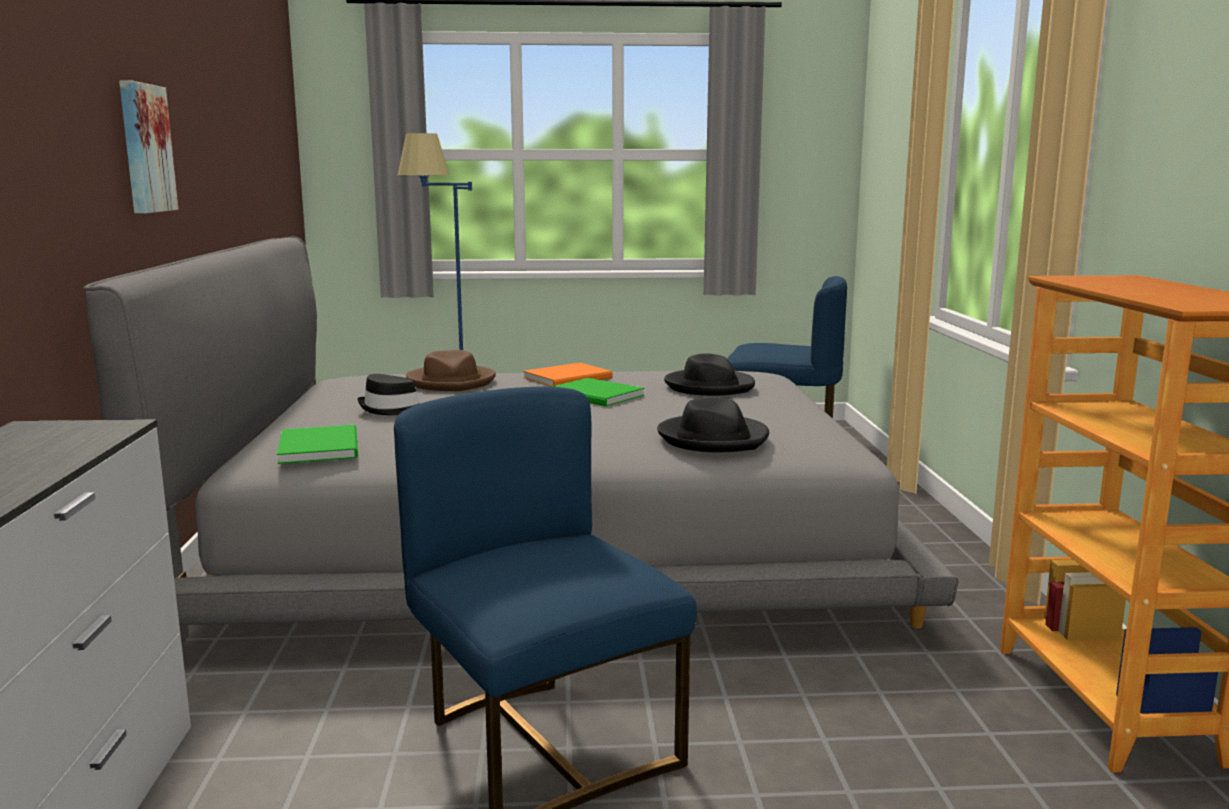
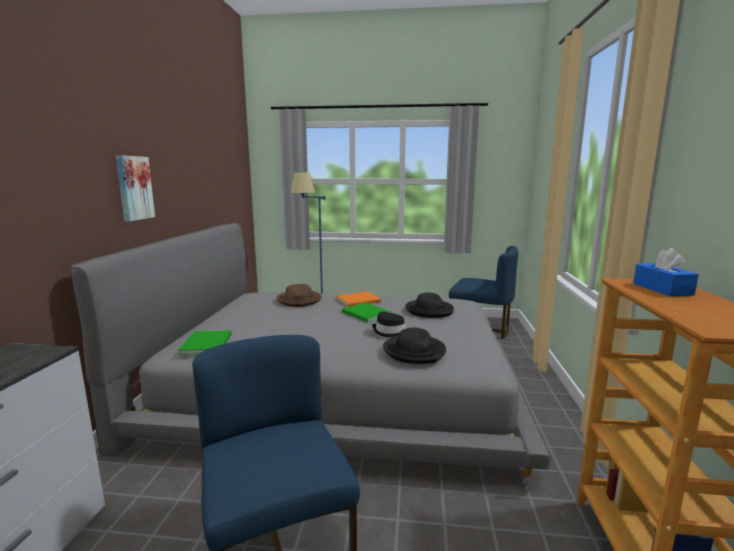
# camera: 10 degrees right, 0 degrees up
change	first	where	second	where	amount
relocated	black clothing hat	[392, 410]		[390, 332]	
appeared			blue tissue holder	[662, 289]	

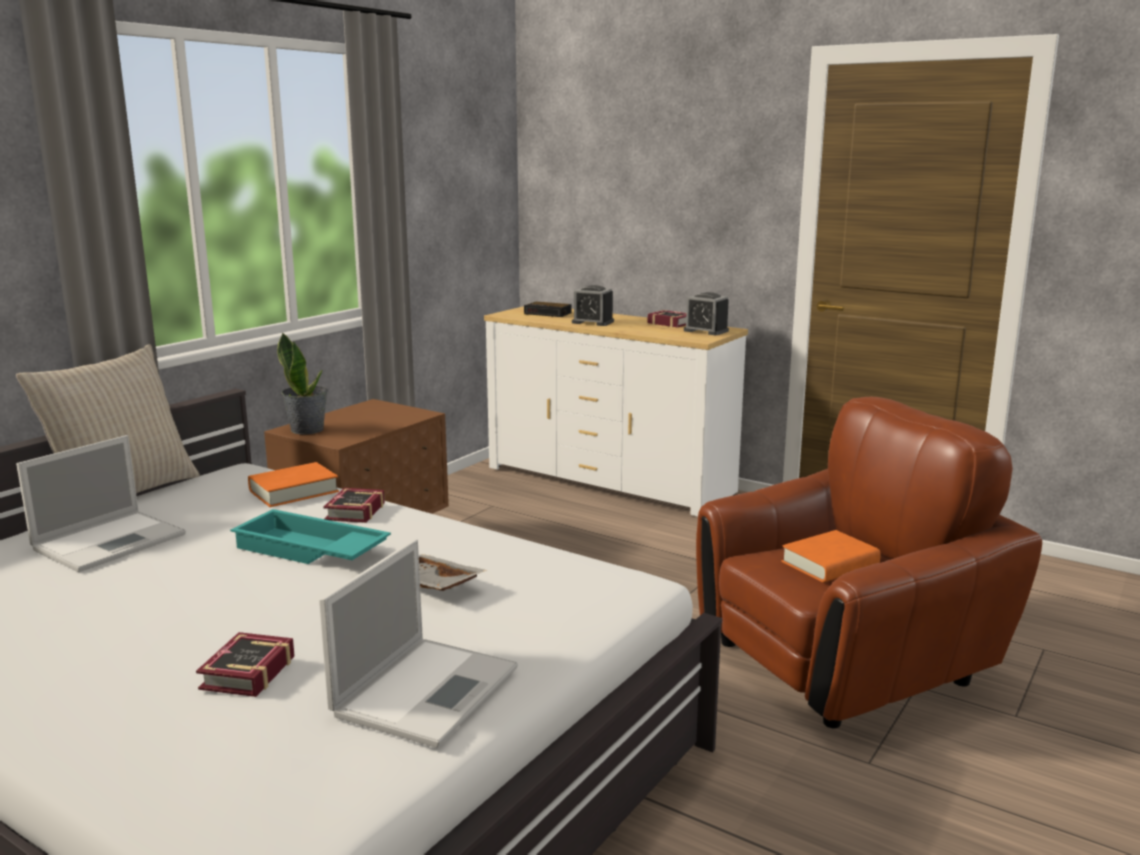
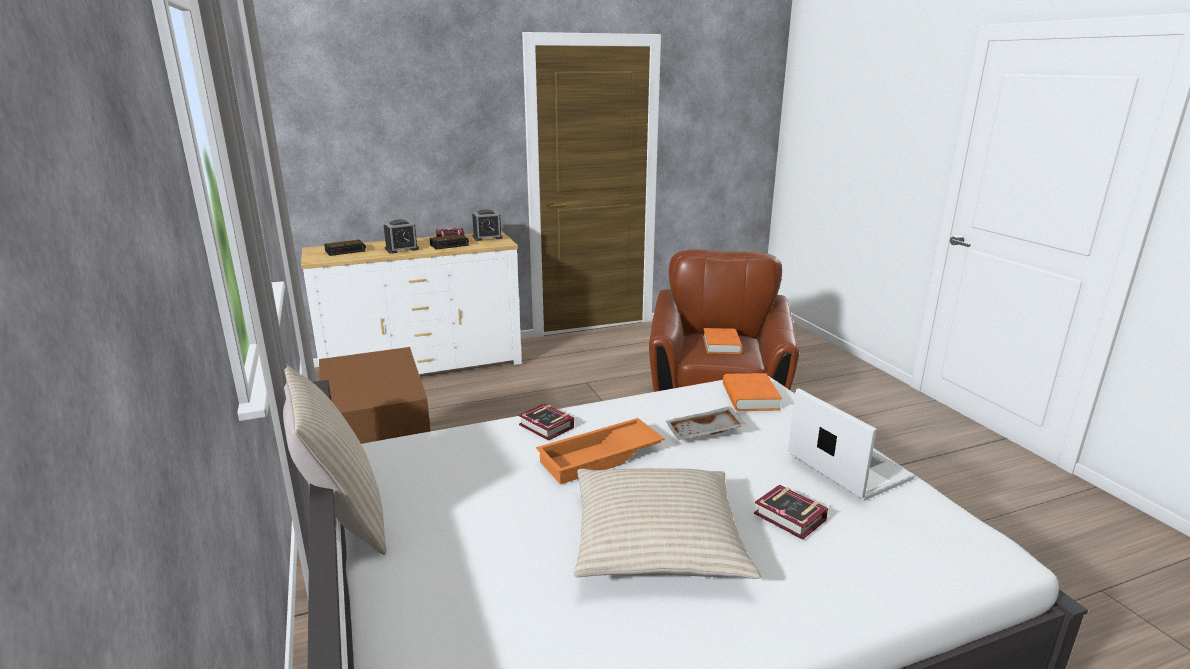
# camera: 55 degrees left, 5 degrees up
change	first	where	second	where	amount
appeared			table clock	[450, 245]	
colour	turquoise-coloured tray	[308, 550]	orangey tray	[600, 458]	
appeared			beige throw pillow	[657, 539]	
relocated	orangey book	[294, 491]		[750, 397]	
missing	laptop	[112, 541]			
missing	houseplant	[307, 429]			

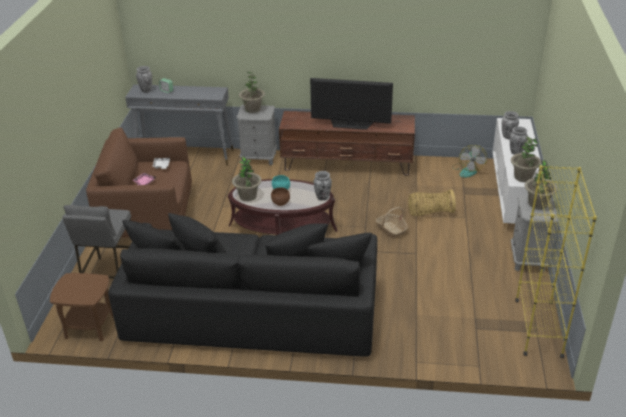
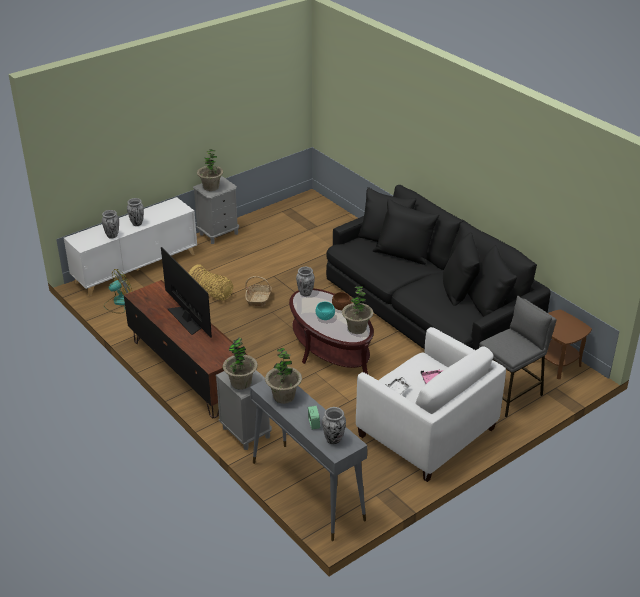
# camera: 135 degrees left, 0 degrees up
change	first	where	second	where	amount
relocated	houseplant	[523, 177]		[284, 396]	
colour	brown-coloured lounge chair	[148, 218]	white-coloured lounge chair	[426, 432]	
missing	yellow bookcase	[538, 327]			

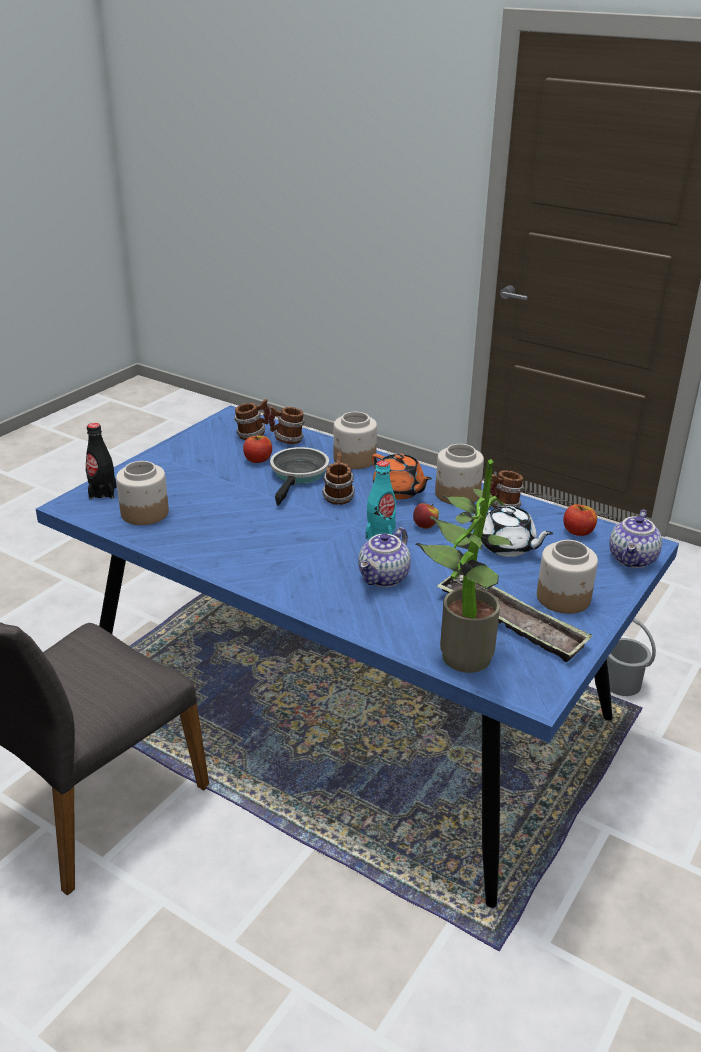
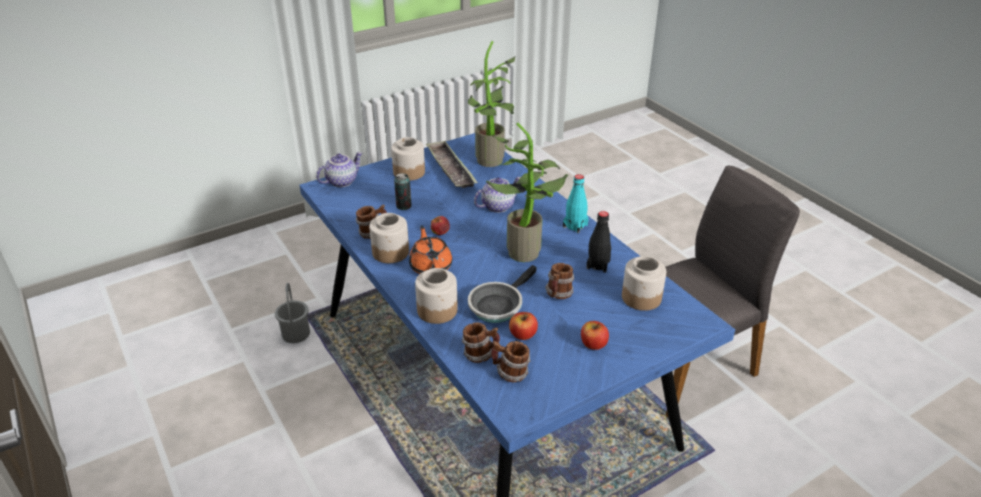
# camera: 155 degrees left, 5 degrees up
change	first	where	second	where	amount
exchanged	white-coloured teapot	[507, 547]	can	[403, 206]	
appeared			houseplant	[526, 250]	
relocated	mug	[338, 497]		[559, 295]	
relocated	turquoise-coloured bottle	[380, 533]		[575, 226]	
relocated	whole apple	[578, 531]		[593, 344]	
relocated	black bottle	[103, 493]		[598, 264]	

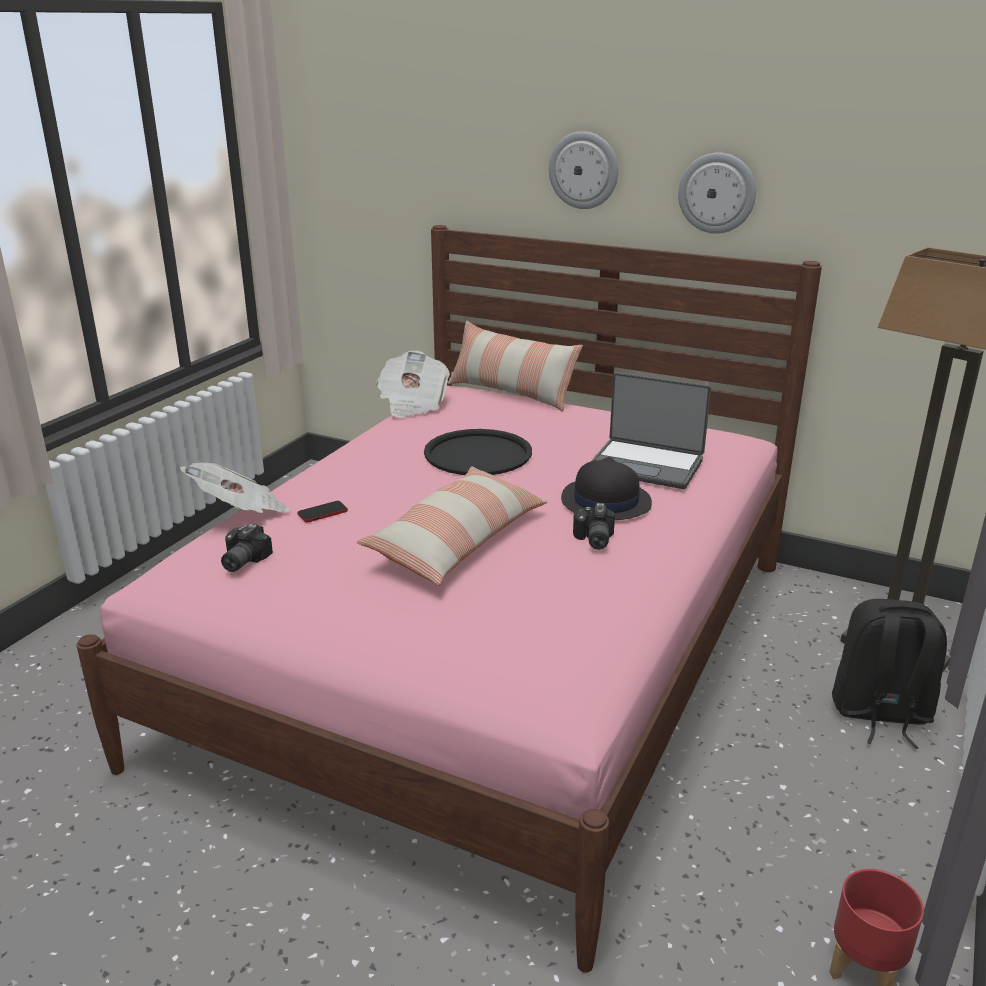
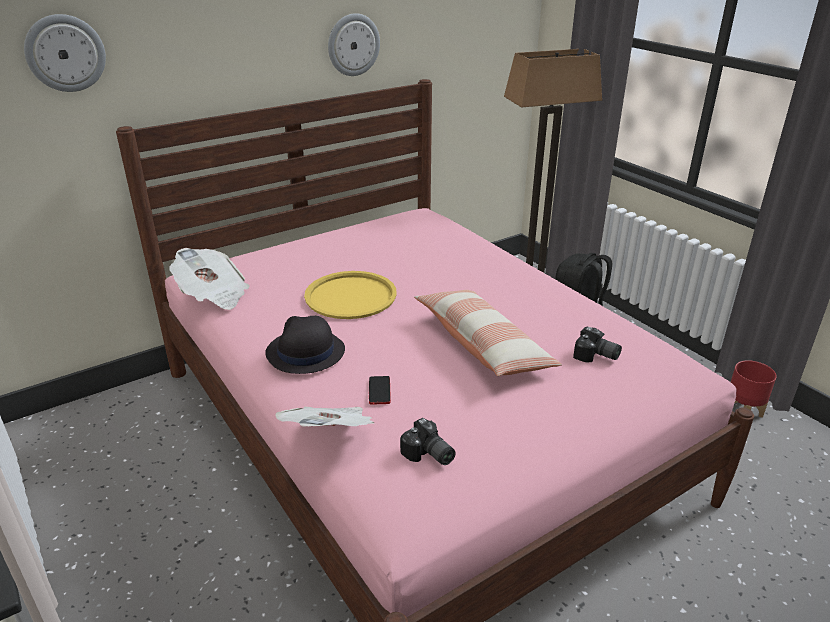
# camera: 60 degrees left, 5 degrees up
change	first	where	second	where	amount
relocated	hanging clock	[584, 170]		[65, 53]	
relocated	black clothing hat	[605, 501]		[305, 352]	
colour	black tray	[477, 454]	yellow tray	[350, 296]	
relocated	photo camera	[592, 540]		[596, 356]	
missing	throw pillow	[511, 393]			
missing	laptop	[646, 465]			

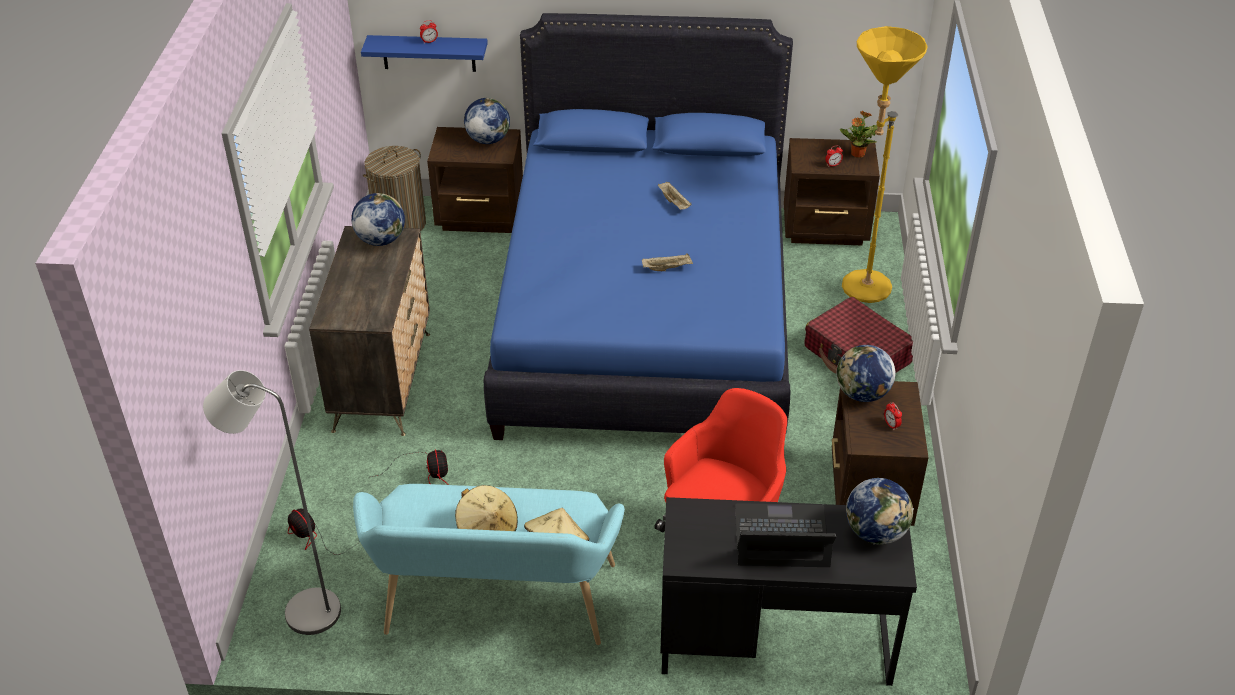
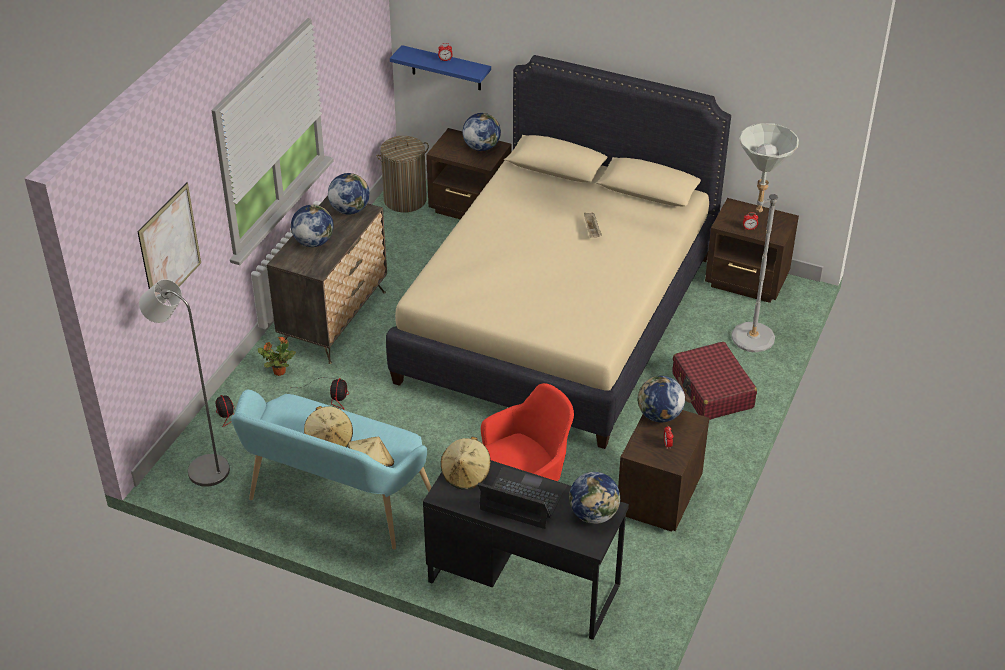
# camera: 20 degrees right, 0 degrees up
change	first	where	second	where	amount
appeared			picture	[169, 247]	
relocated	houseplant	[857, 154]		[279, 372]	
appeared			world globe	[313, 242]	
colour	blue sleeping bed	[644, 314]	beige sleeping bed	[557, 316]	
appeared			beige clothing hat	[466, 474]	
colour	yellow floor lamp	[859, 292]	grey floor lamp	[744, 340]	
missing	beige tray	[667, 268]			

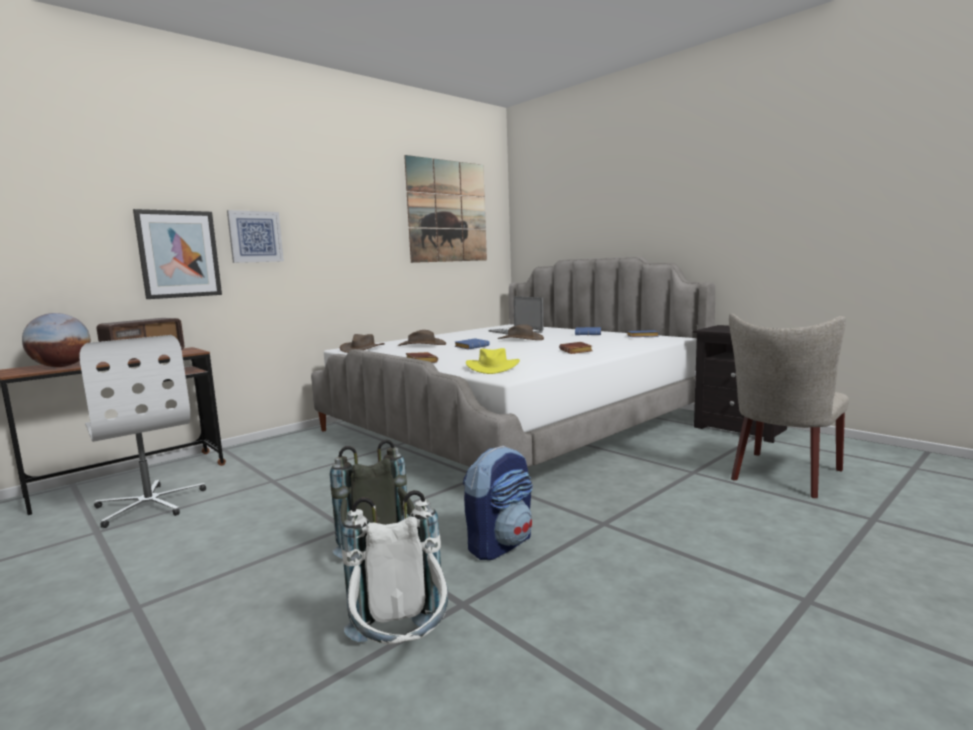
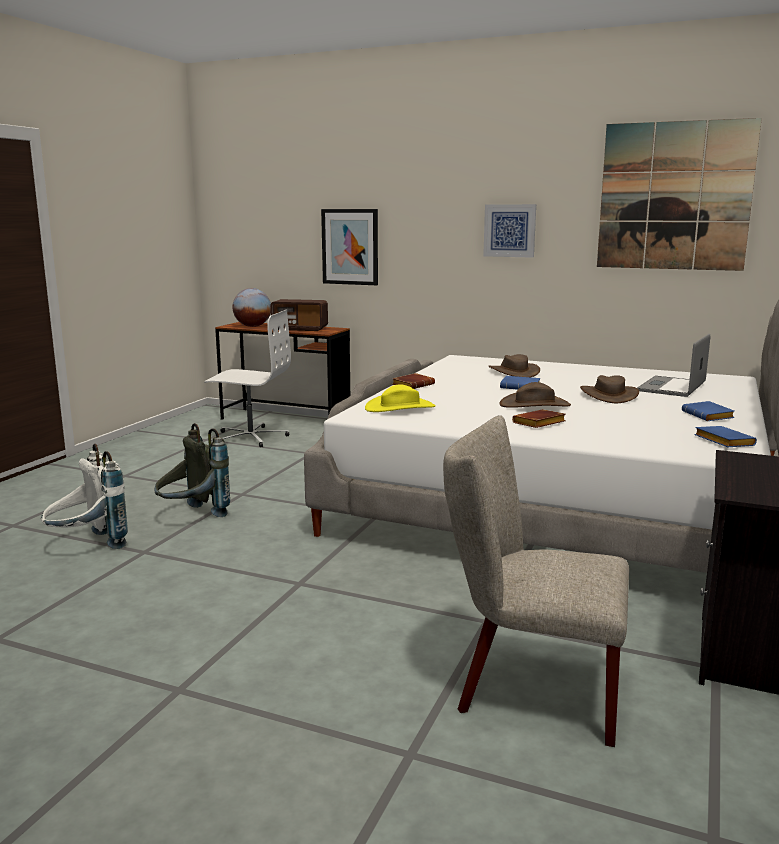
# camera: 65 degrees right, 5 degrees up
change	first	where	second	where	amount
spun	white-coloured desk chair	[150, 504]		[250, 437]	105 degrees counterclockwise
relocated	picture	[255, 237]		[509, 230]	
relocated	brown-coloured clothing hat	[362, 349]		[535, 405]	
missing	rucksack	[500, 544]			

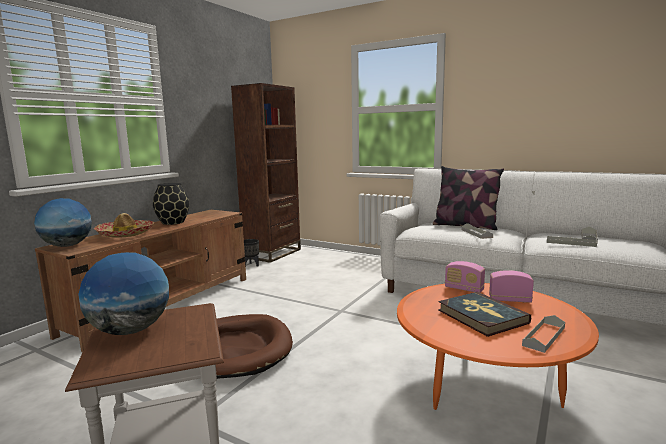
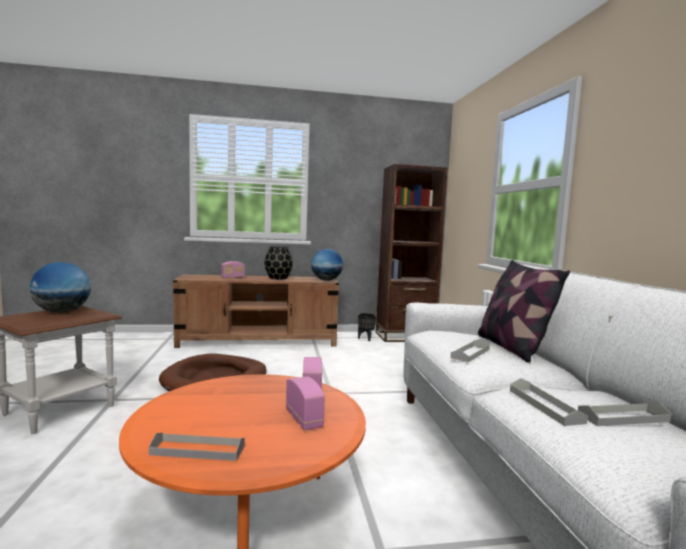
# camera: 50 degrees right, 5 degrees down
change	first	where	second	where	amount
exchanged	clothing hat	[126, 234]	radio set	[233, 277]	
relocated	world globe	[67, 246]		[326, 280]	
missing	book	[481, 316]			

